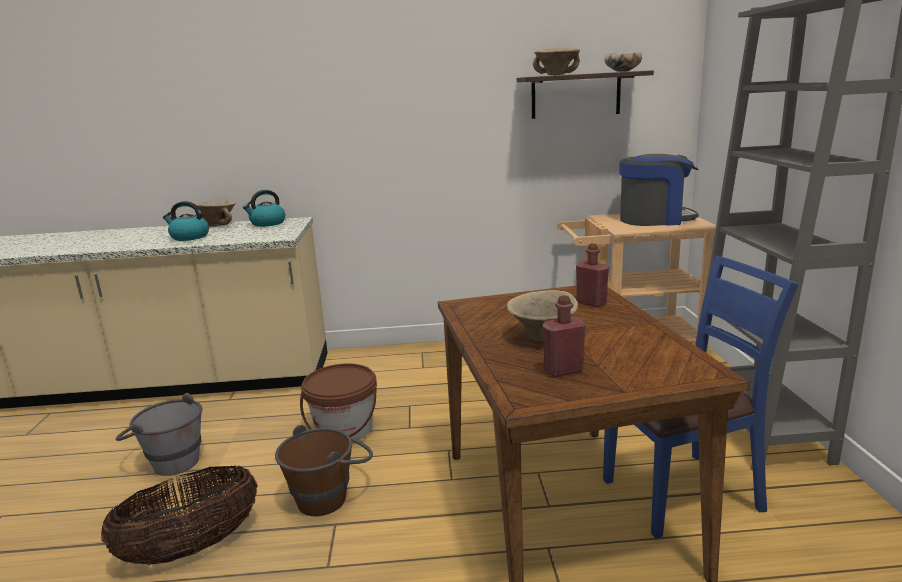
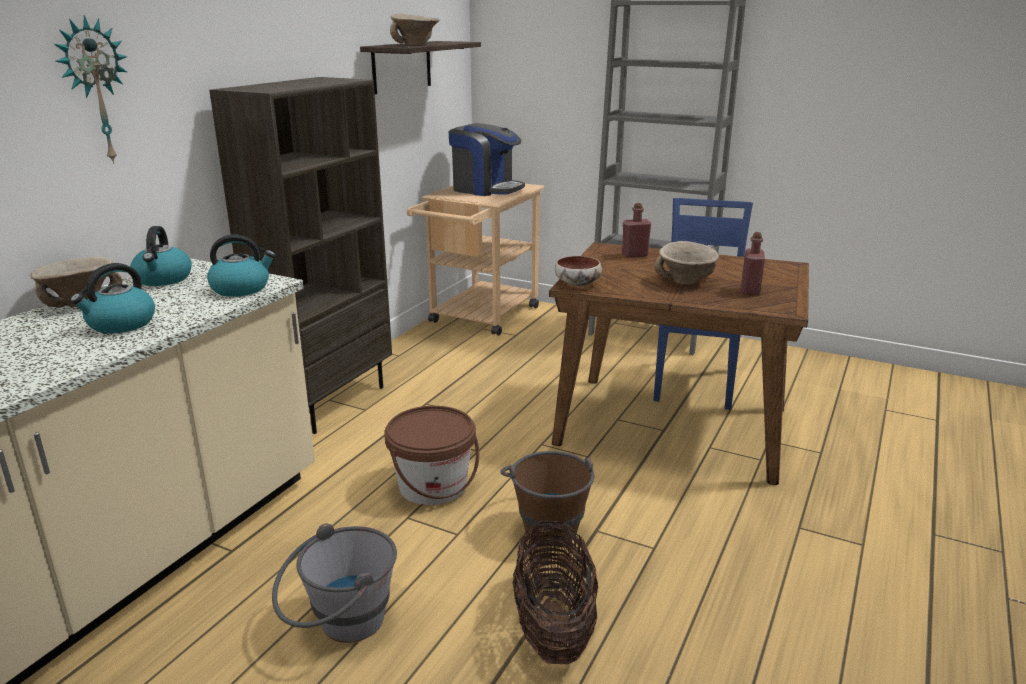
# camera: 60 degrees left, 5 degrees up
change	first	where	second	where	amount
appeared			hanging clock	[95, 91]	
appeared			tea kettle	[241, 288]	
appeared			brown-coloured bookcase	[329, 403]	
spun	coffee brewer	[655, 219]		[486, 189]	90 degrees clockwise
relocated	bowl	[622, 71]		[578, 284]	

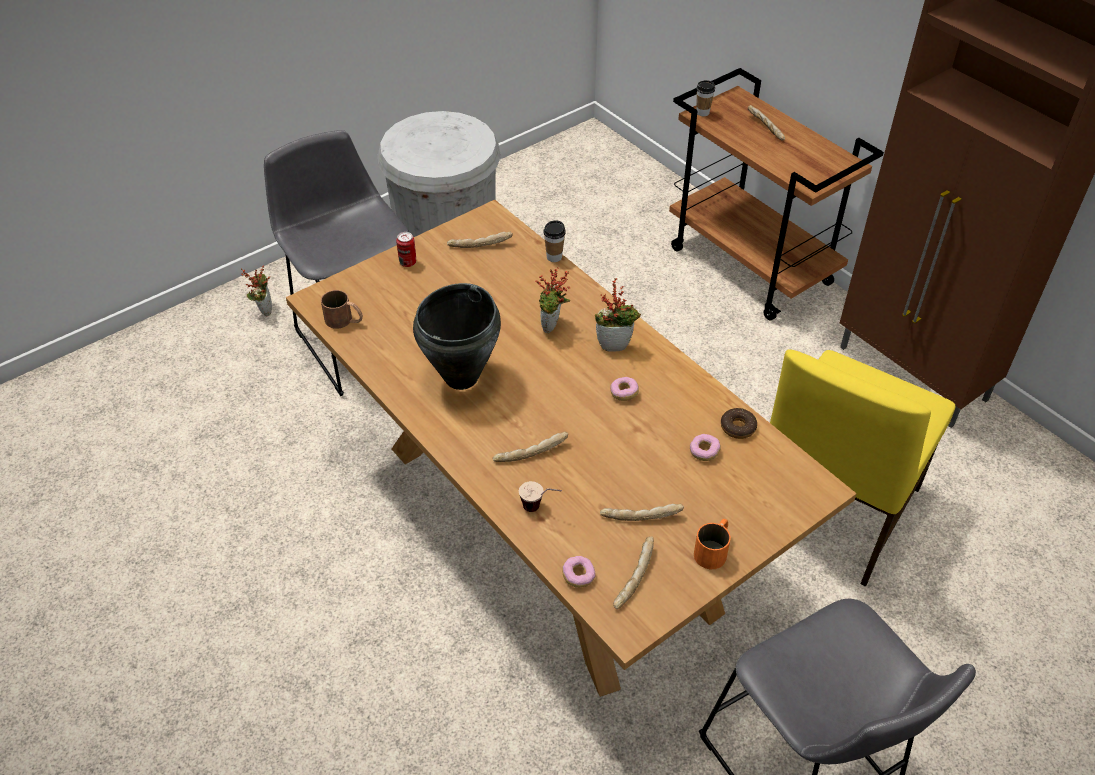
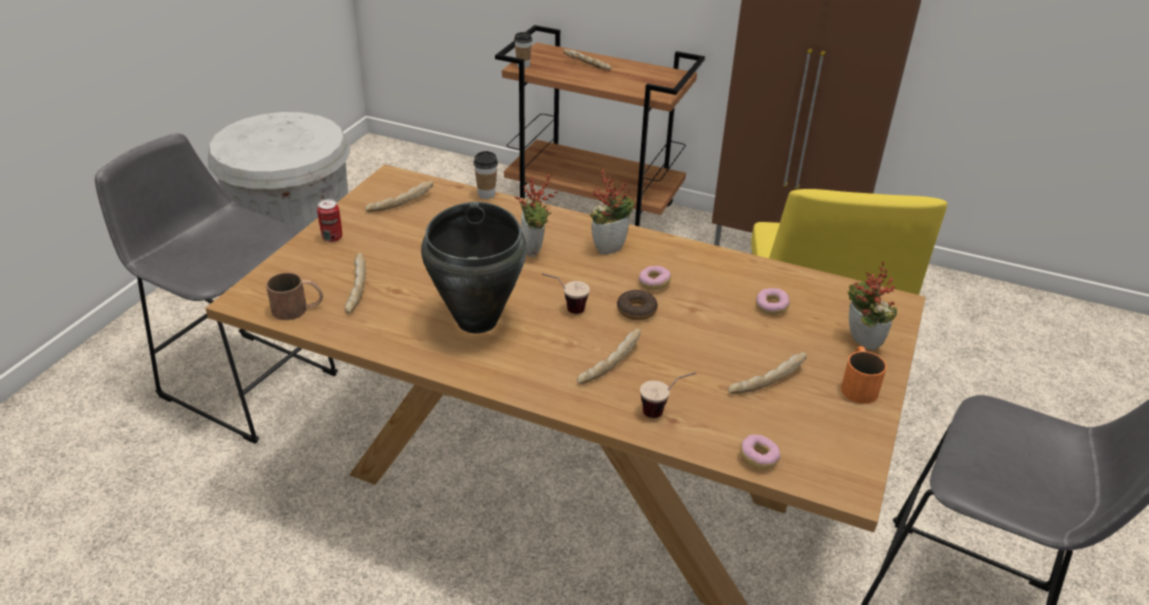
# camera: 30 degrees left, 10 degrees down
change	first	where	second	where	amount
relocated	bread	[633, 577]		[355, 290]	
appeared			drinking cup	[565, 309]	
relocated	donut	[738, 427]		[636, 310]	
relocated	houseplant	[264, 309]		[859, 343]	

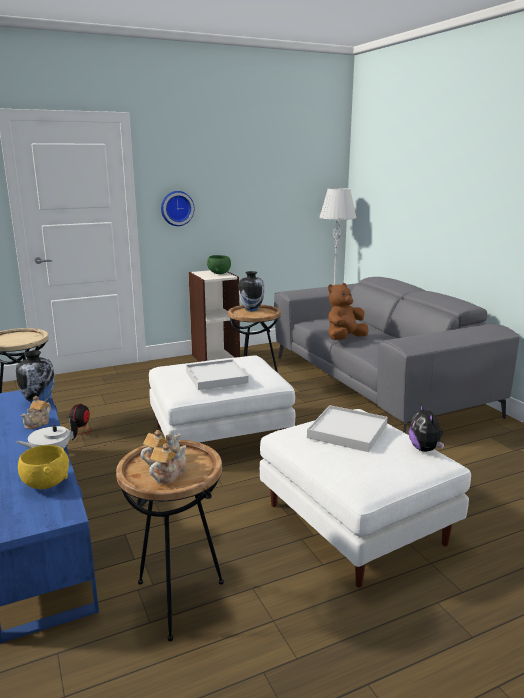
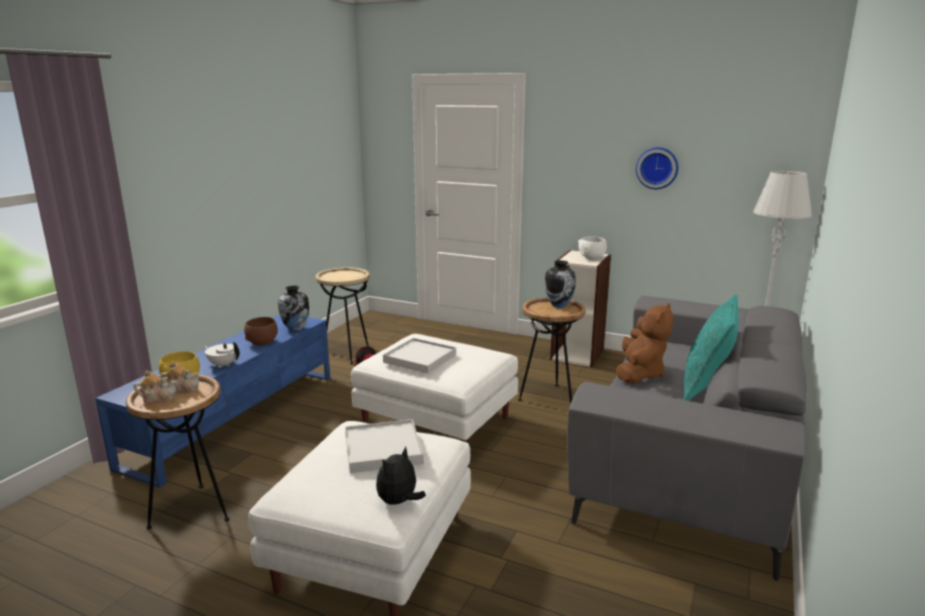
# camera: 50 degrees right, 0 degrees up
change	first	where	second	where	amount
exchanged	teapot	[38, 423]	brown-coloured bowl	[262, 343]	
colour	greenish bowl	[219, 273]	white-coloured bowl	[592, 258]	
spun	brown-coloured soft toy	[344, 339]		[639, 374]	105 degrees clockwise
relocated	hanging clock	[176, 208]		[657, 168]	
appeared			turquoise-coloured throw pillow	[706, 386]	

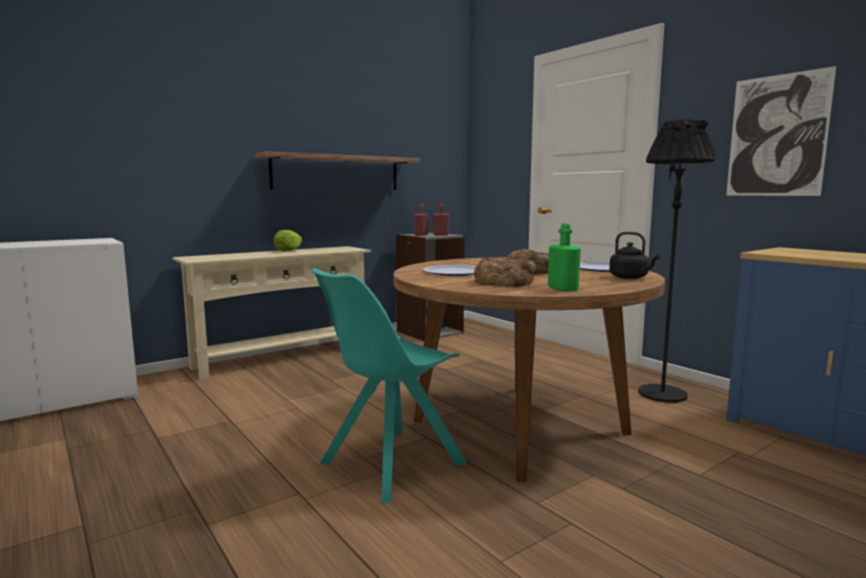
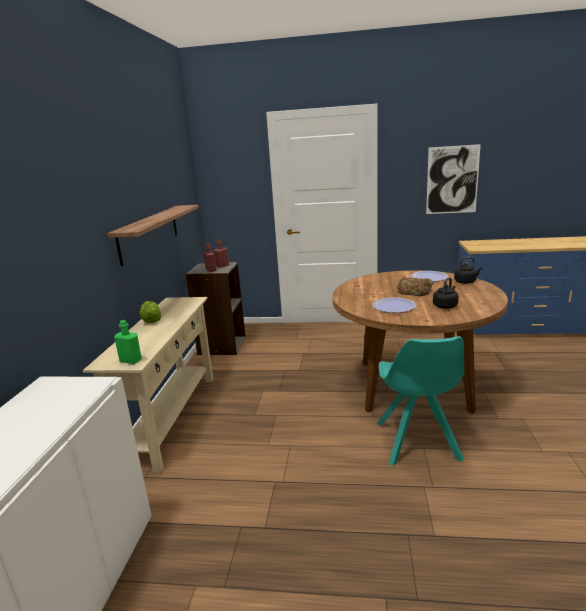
# camera: 45 degrees left, 10 degrees up
change	first	where	second	where	amount
relocated	greenish bottle	[562, 289]		[130, 360]	
exchanged	bread	[504, 282]	black tea kettle	[445, 306]	
missing	black floor lamp	[662, 394]			

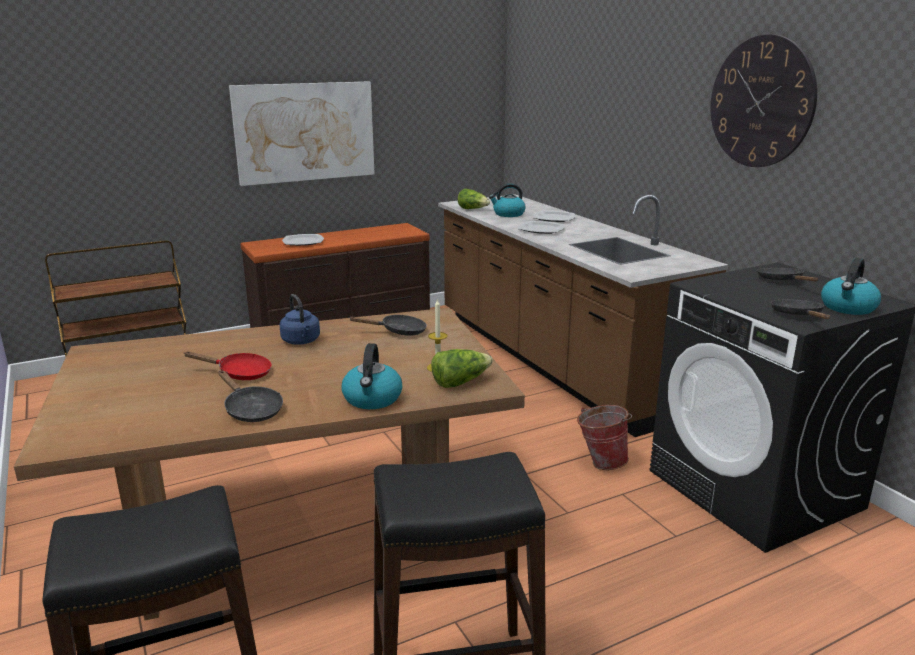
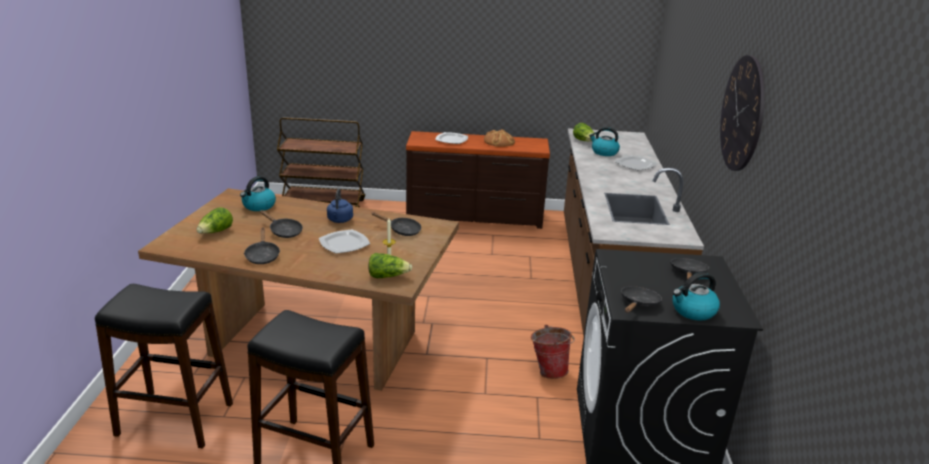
# camera: 30 degrees right, 5 degrees up
change	first	where	second	where	amount
appeared			lettuce	[216, 232]	
relocated	tea kettle	[372, 399]		[258, 206]	
colour	red pan	[239, 373]	black pan	[283, 231]	
relocated	plate	[541, 229]		[343, 243]	
appeared			bread	[499, 141]	
missing	picture	[305, 132]			

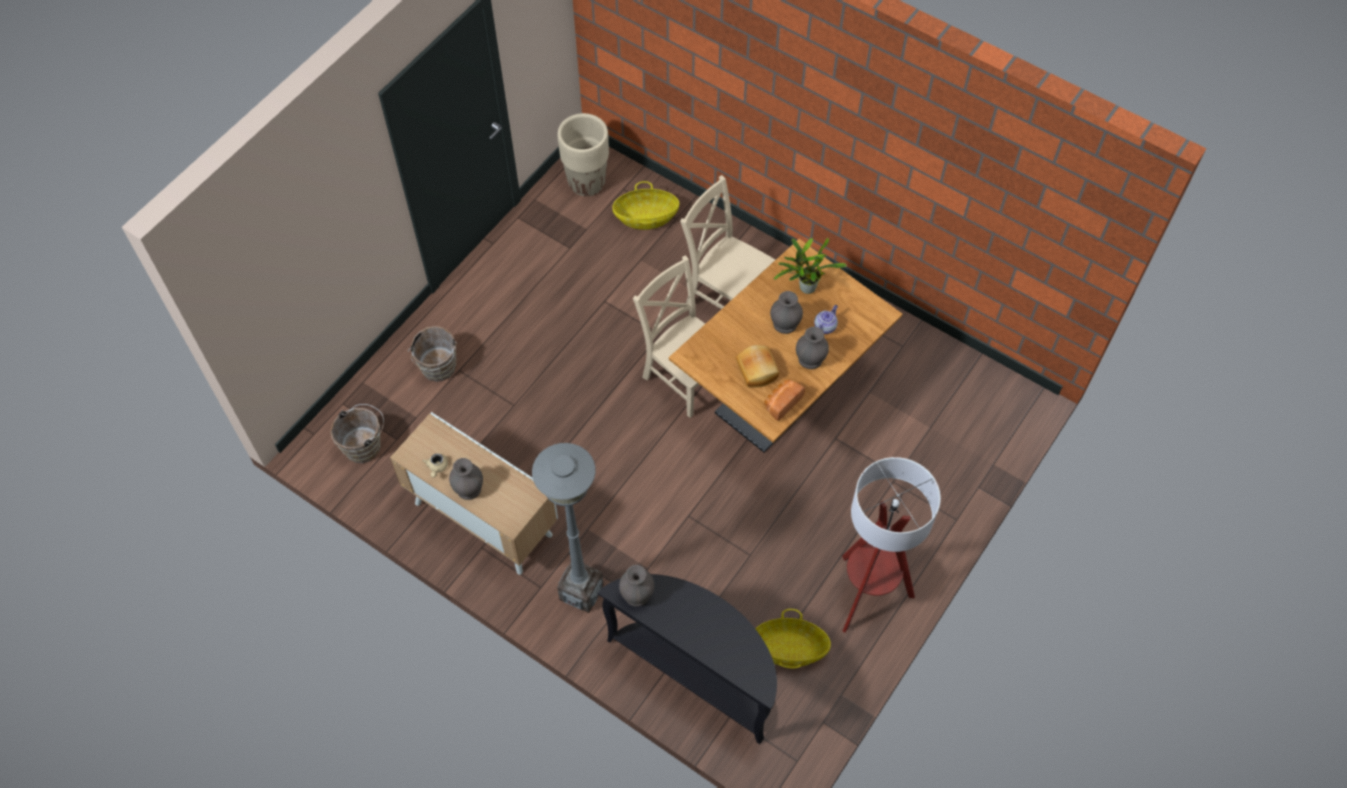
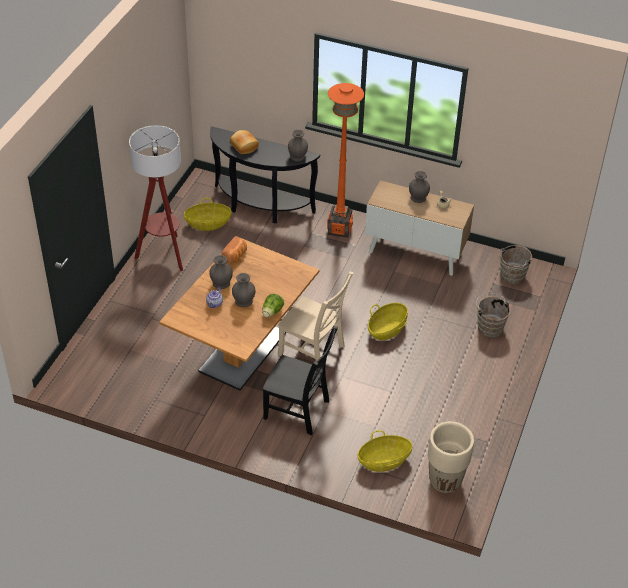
# camera: 165 degrees right, 15 degrees down
change	first	where	second	where	amount
relocated	bread	[758, 370]		[243, 147]	
colour	beige chair	[726, 296]	black chair	[299, 411]	
appeared			lettuce	[272, 312]	
colour	grey floor lamp	[581, 592]	orangey floor lamp	[339, 229]	
appeared			storage basket	[387, 329]	
missing	houseplant	[804, 288]			

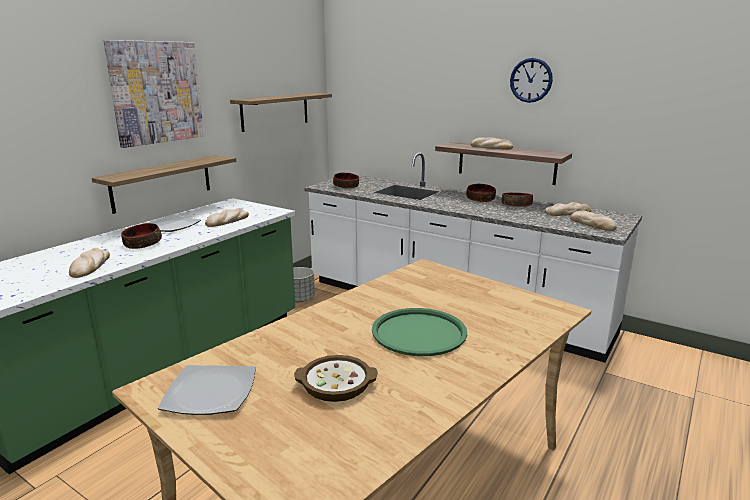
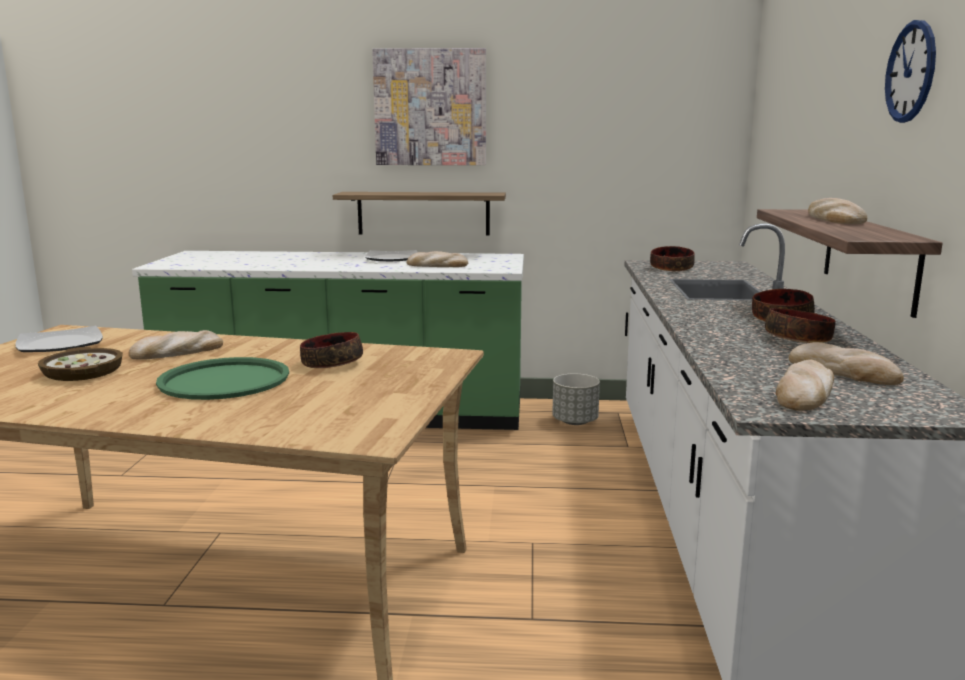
# camera: 60 degrees right, 5 degrees down
change	first	where	second	where	amount
relocated	bread	[90, 266]		[177, 352]	
relocated	bowl	[142, 244]		[332, 363]	
missing	bracket shelf	[275, 111]			

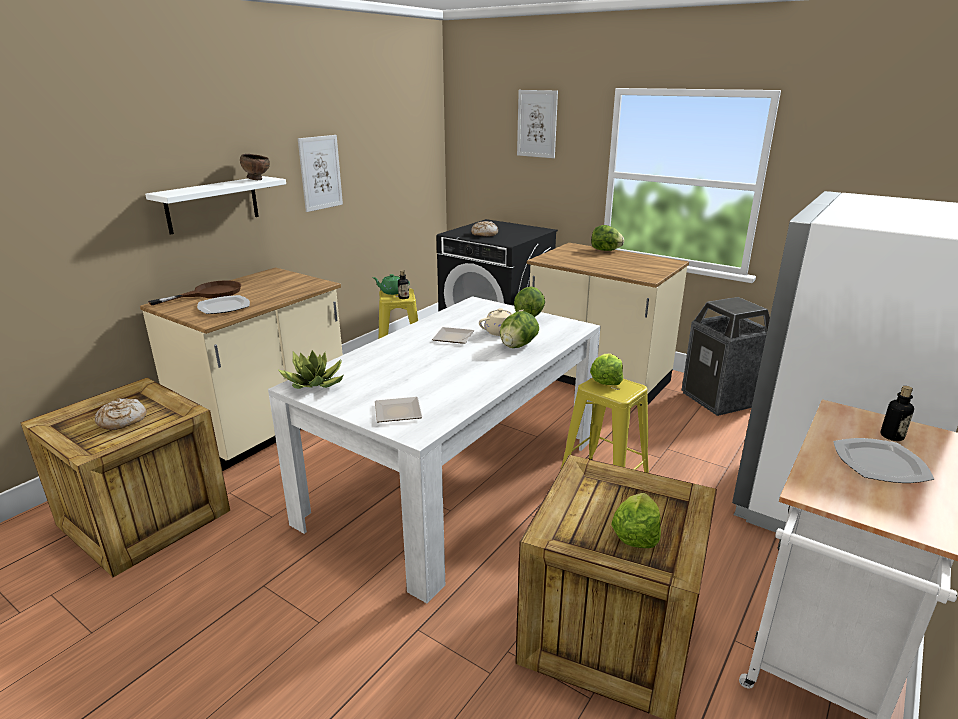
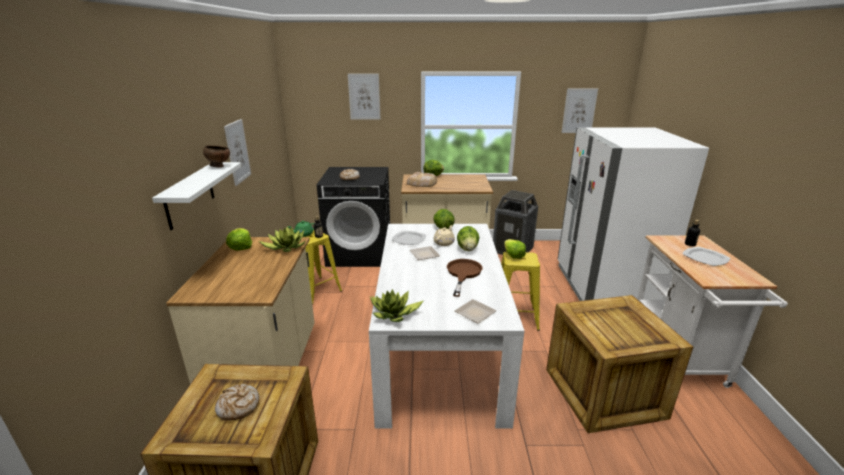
# camera: 35 degrees left, 0 degrees up
change	first	where	second	where	amount
relocated	lettuce	[635, 534]		[241, 247]	
appeared			houseplant	[285, 247]	
relocated	plate	[224, 307]		[409, 239]	
appeared			bread	[422, 183]	
relocated	brown-coloured pan	[209, 293]		[463, 274]	
appeared			picture	[579, 111]	

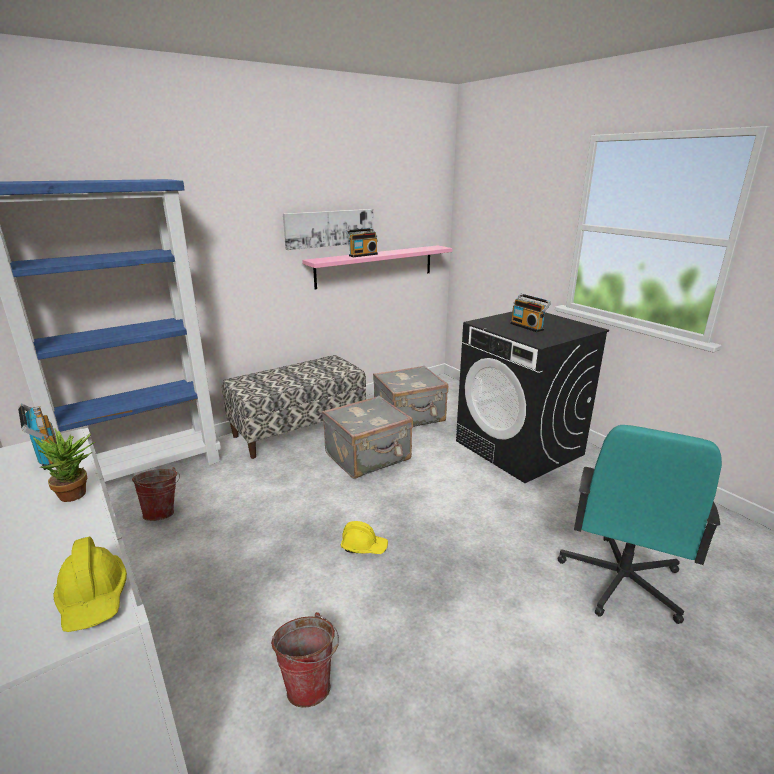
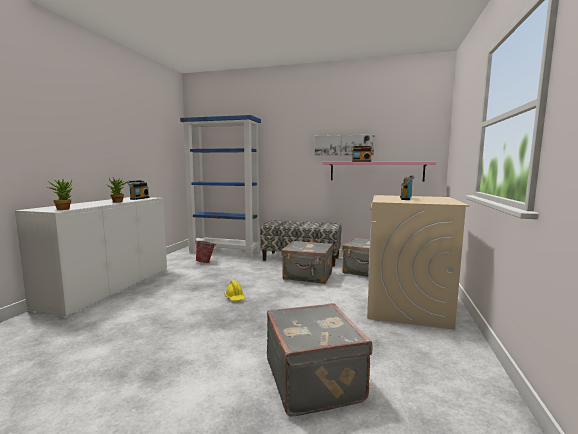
# camera: 50 degrees right, 15 degrees down
change	first	where	second	where	amount
exchanged	yellow work helmet	[94, 598]	houseplant	[63, 209]	
exchanged	turquoise-coloured desk chair	[620, 581]	grey travel case	[315, 380]	
colour	black laundry appliance	[519, 448]	beige laundry appliance	[406, 306]	
missing	bucket	[309, 682]			

